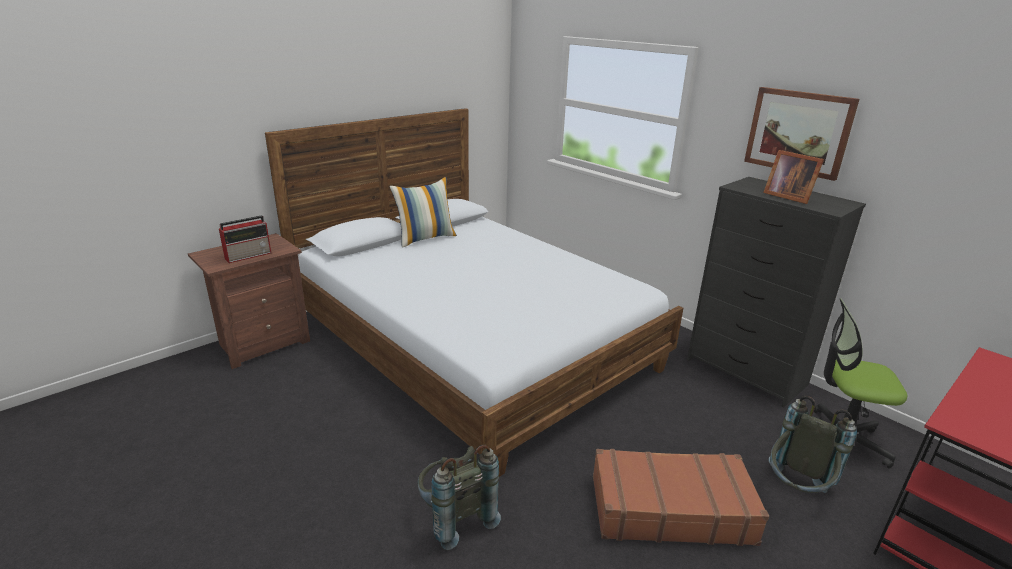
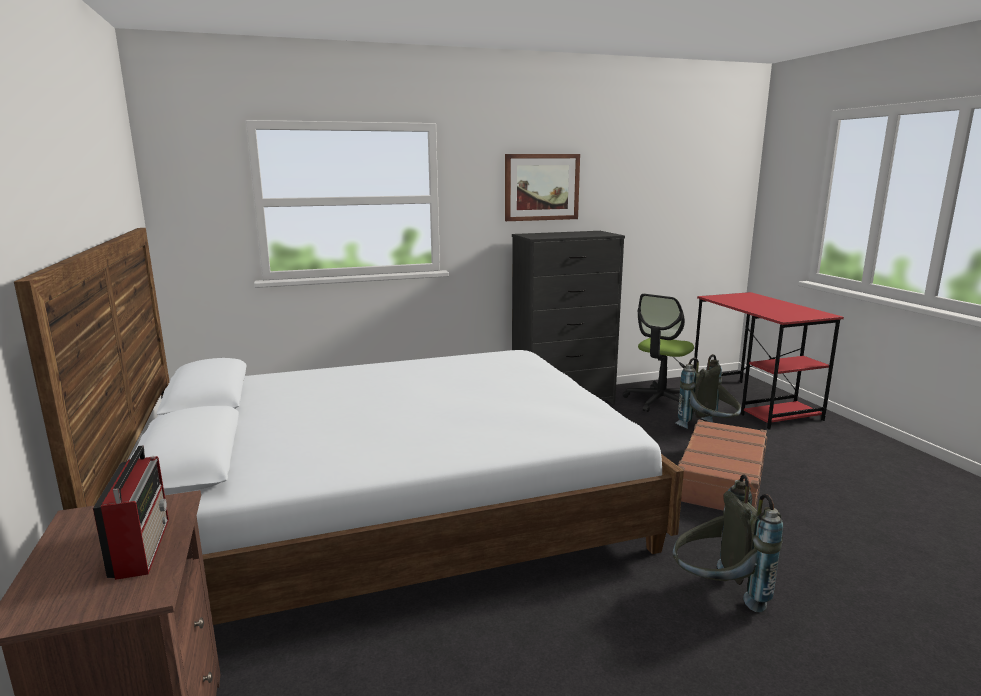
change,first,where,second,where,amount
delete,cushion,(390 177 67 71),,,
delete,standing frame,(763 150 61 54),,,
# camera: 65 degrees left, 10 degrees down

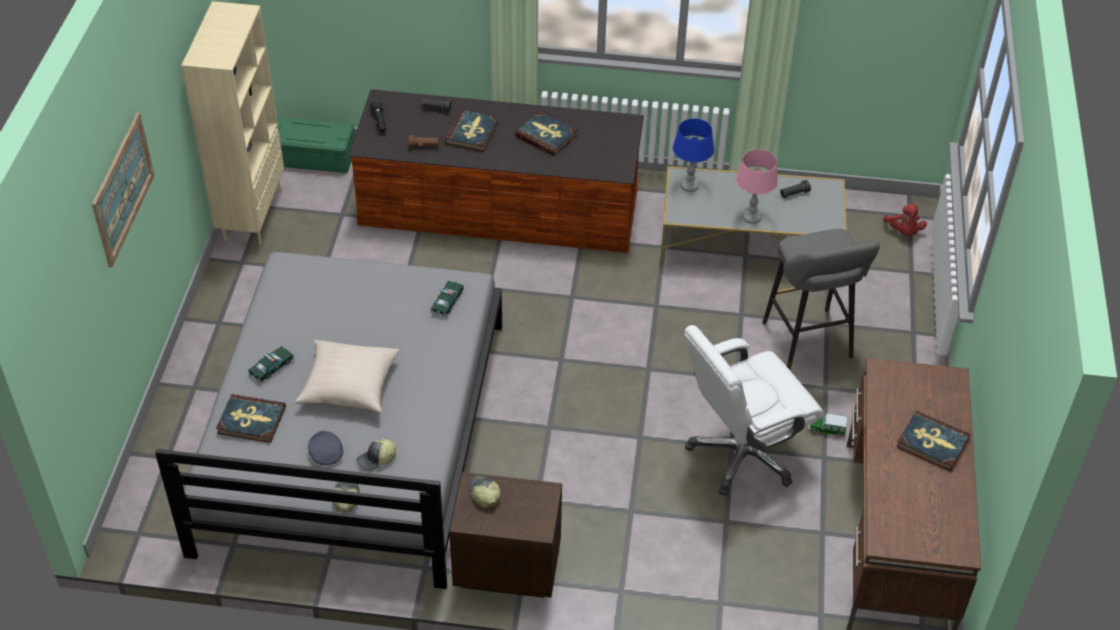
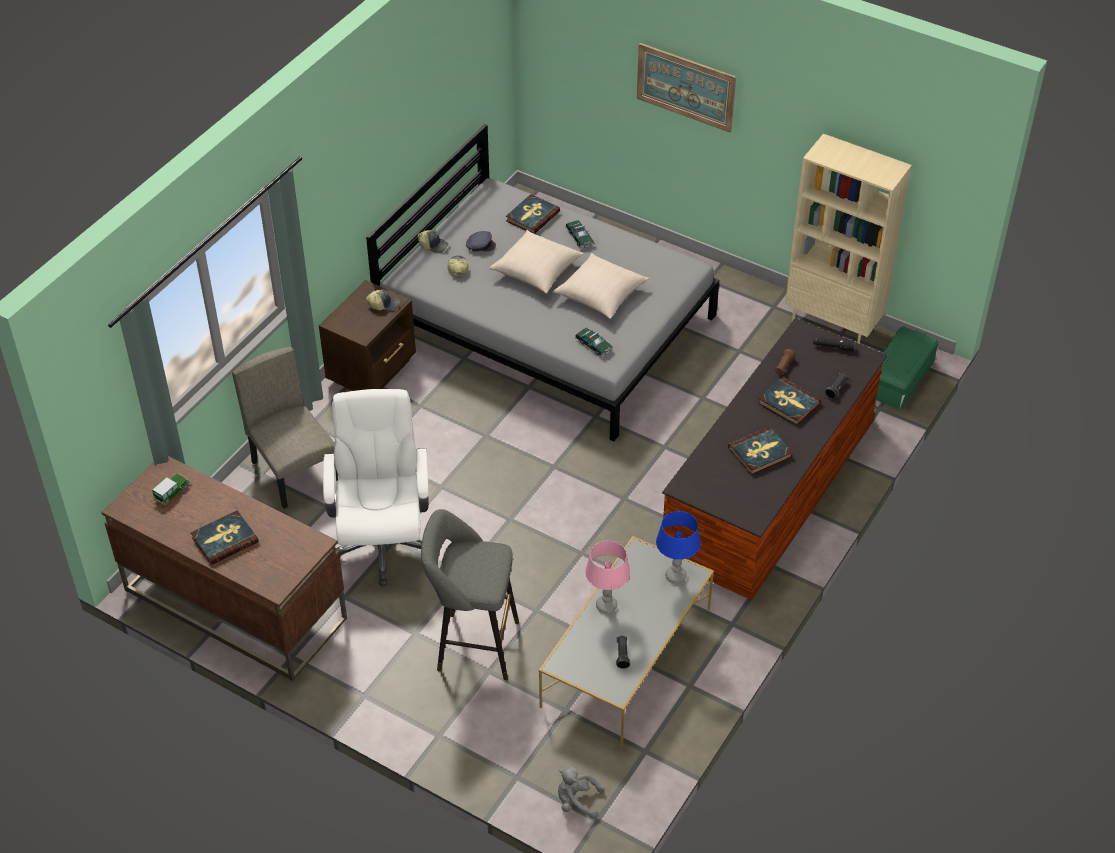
change,first,where,second,where,amount
move,model car,(807 413 40 24),,(152 474 38 31),
insert,,,plain chair (beige),(232 347 106 162),
insert,,,cushion (beige),(552 253 97 66),
recolor,plush toy (red-coloured),(883 203 44 33),plush toy (grey),(558 767 46 52),
# camera: 115 degrees right, 0 degrees up

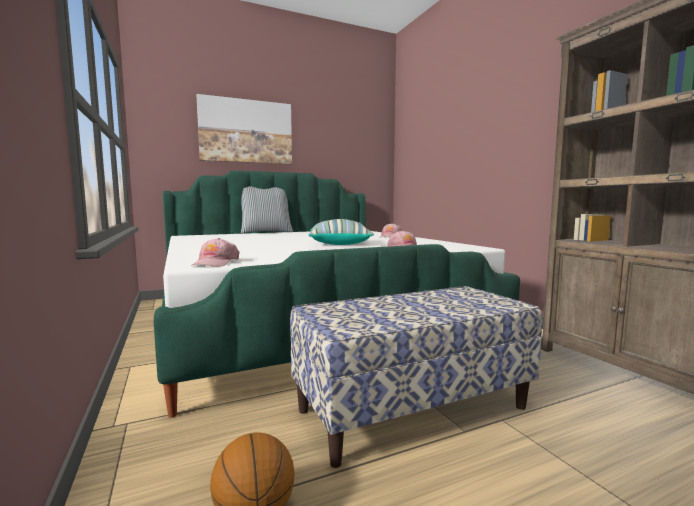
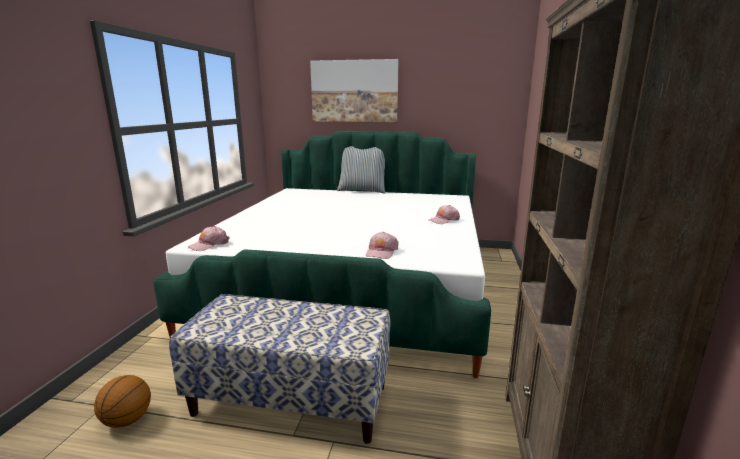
change,first,where,second,where,amount
delete,cushion,(308 219 66 26),,,
# camera: 35 degrees right, 10 degrees up

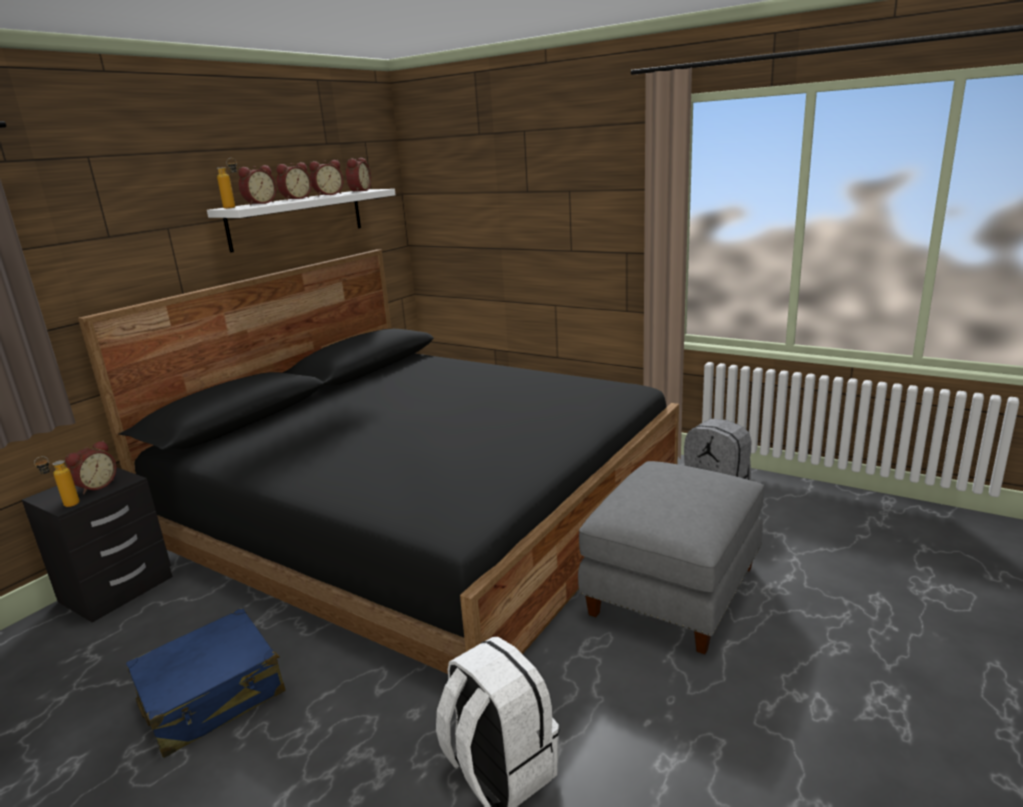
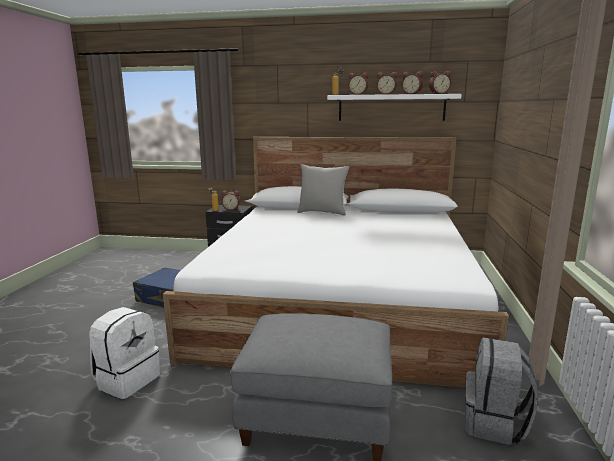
change,first,where,second,where,amount
recolor,bedroom bed (black),(78 249 601 425),bedroom bed (white),(163 137 346 251),
insert,,,cushion (grey),(297 164 52 52),
# camera: 65 degrees right, 5 degrees down

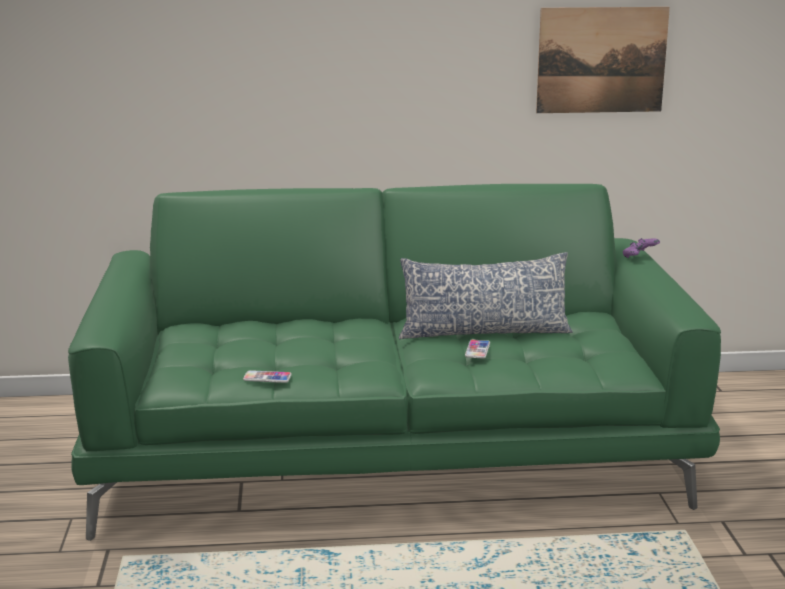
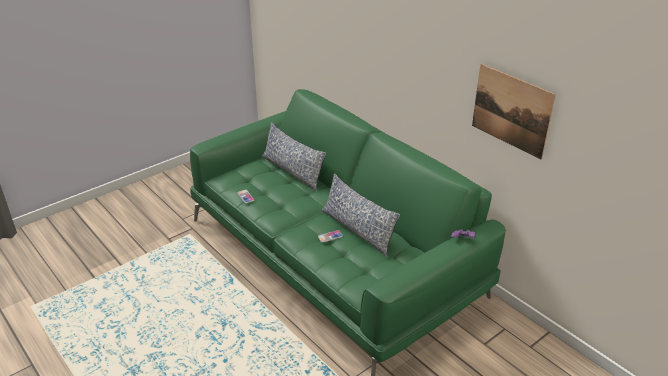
change,first,where,second,where,amount
insert,,,cushion,(261 122 65 70),
# camera: 55 degrees right, 15 degrees up

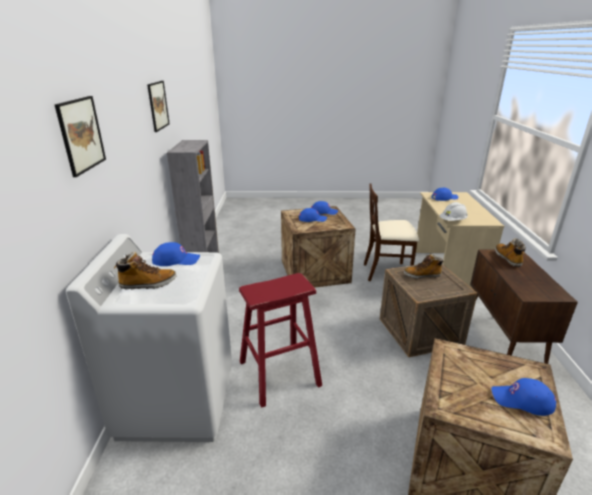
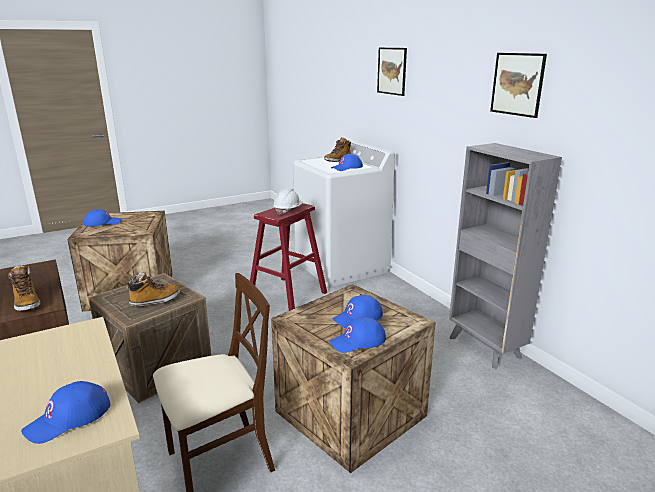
change,first,where,second,where,amount
move,safety helmet (white),(440 202 28 19),,(273 188 30 27),
# camera: 150 degrees right, 5 degrees down

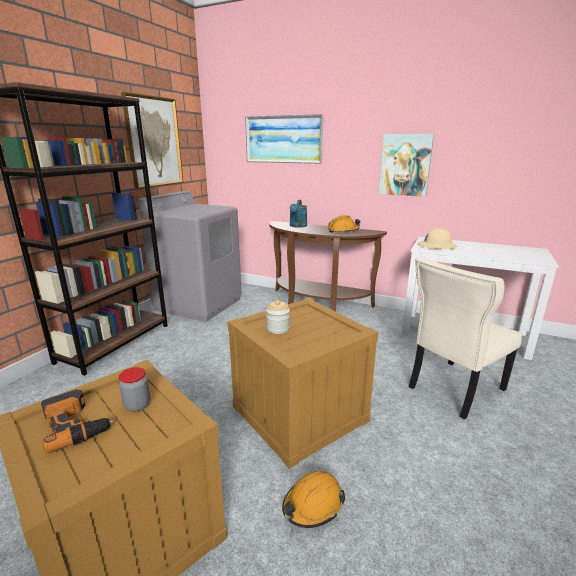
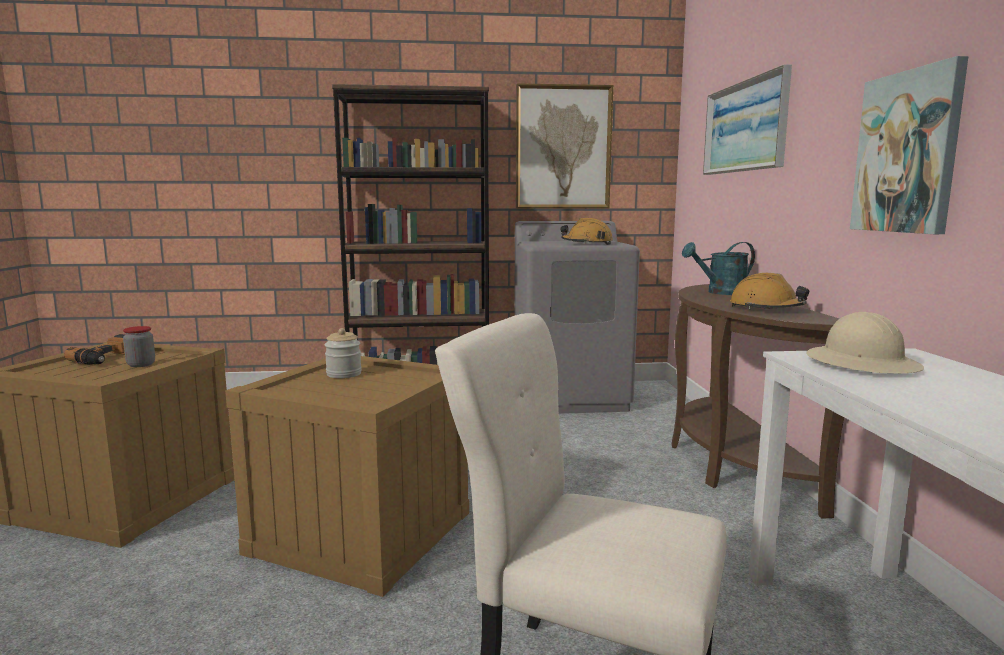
change,first,where,second,where,amount
move,safety helmet (orangey),(282 471 63 57),,(560 218 53 27),
# camera: 60 degrees right, 10 degrees down

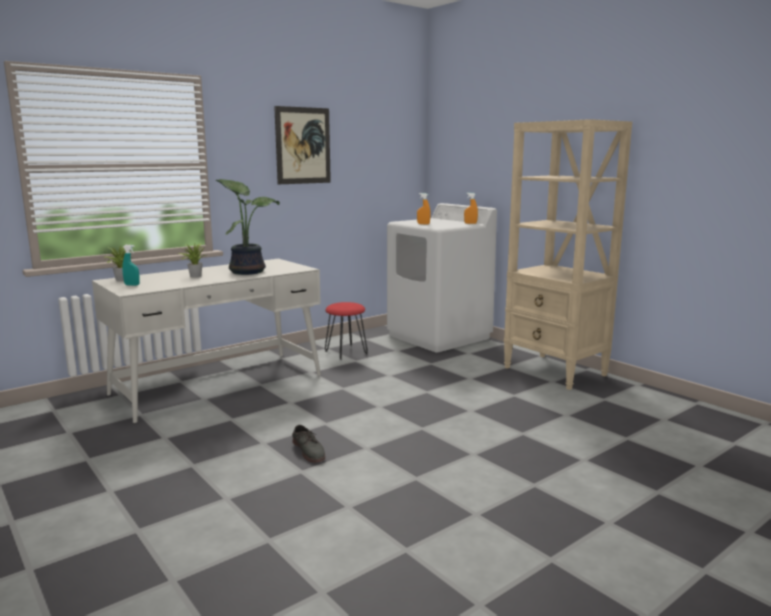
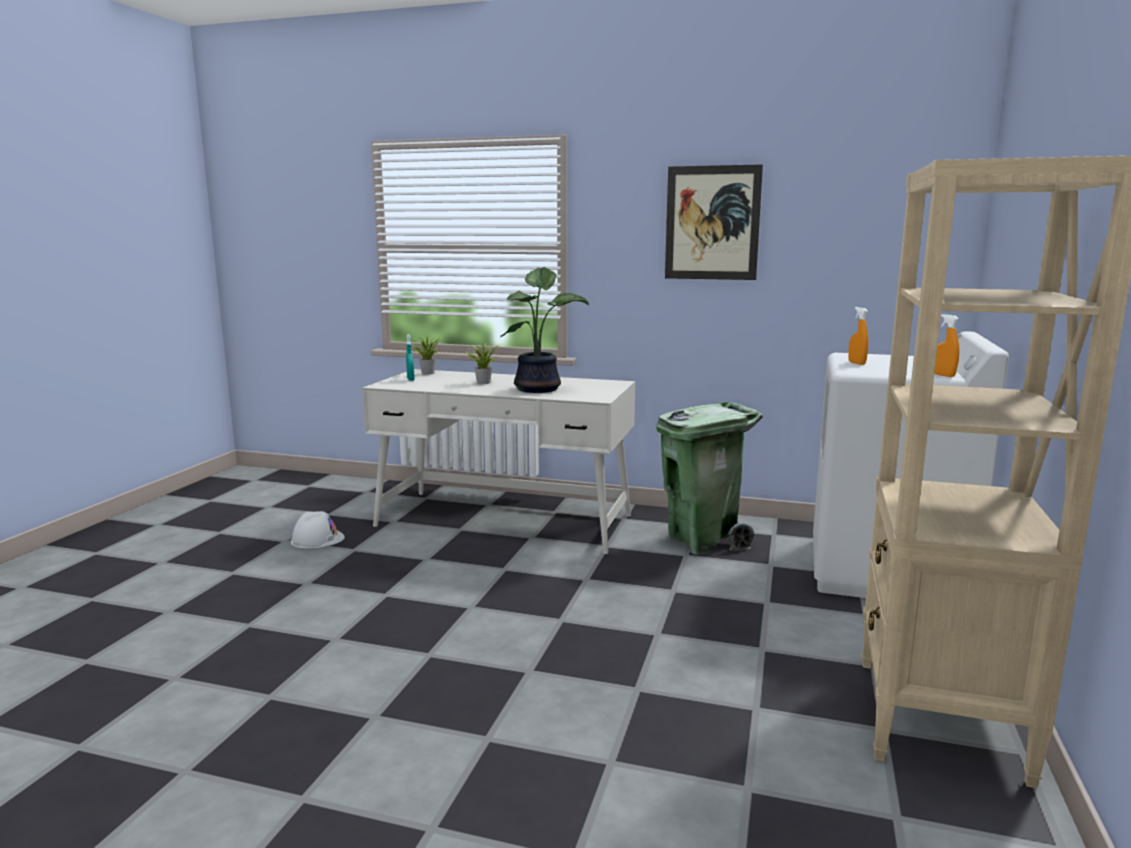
change,first,where,second,where,amount
insert,,,safety helmet (white),(291 511 54 37),
replace,stool (red-coloured),(325 302 43 58),trash can (green),(656 402 107 153),
delete,shoe (grey),(292 425 33 37),,,
# camera: 55 degrees right, 0 degrees up

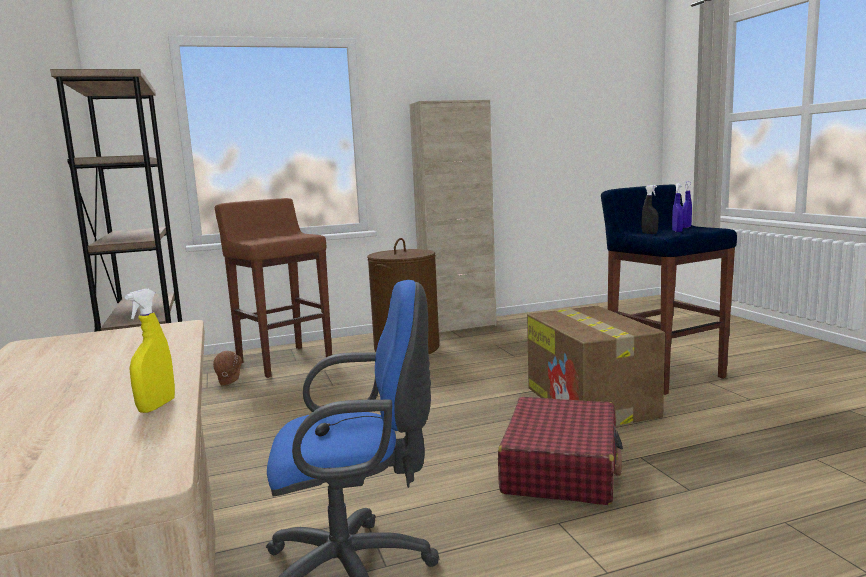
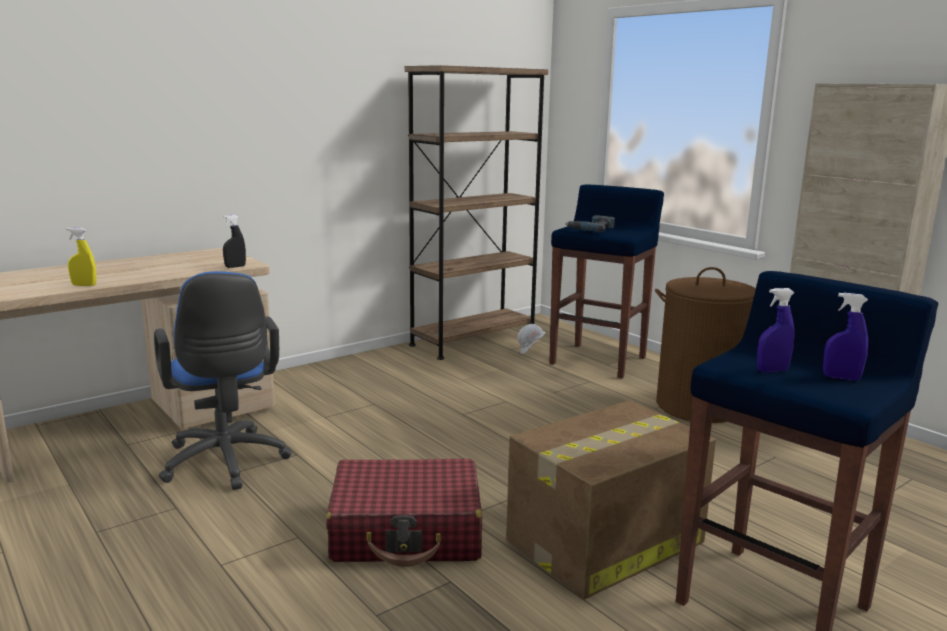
change,first,where,second,where,amount
move,hand sprayer (black),(641 185 18 49),,(223 215 23 53),
recolor,safety helmet (brownish),(213 351 29 34),safety helmet (white),(517 324 28 30),
recolor,stool (brownish),(215 198 117 180),stool (bluish),(549 184 115 194),
insert,,,power drill,(565 215 50 17),
# camera: 70 degrees right, 5 degrees up

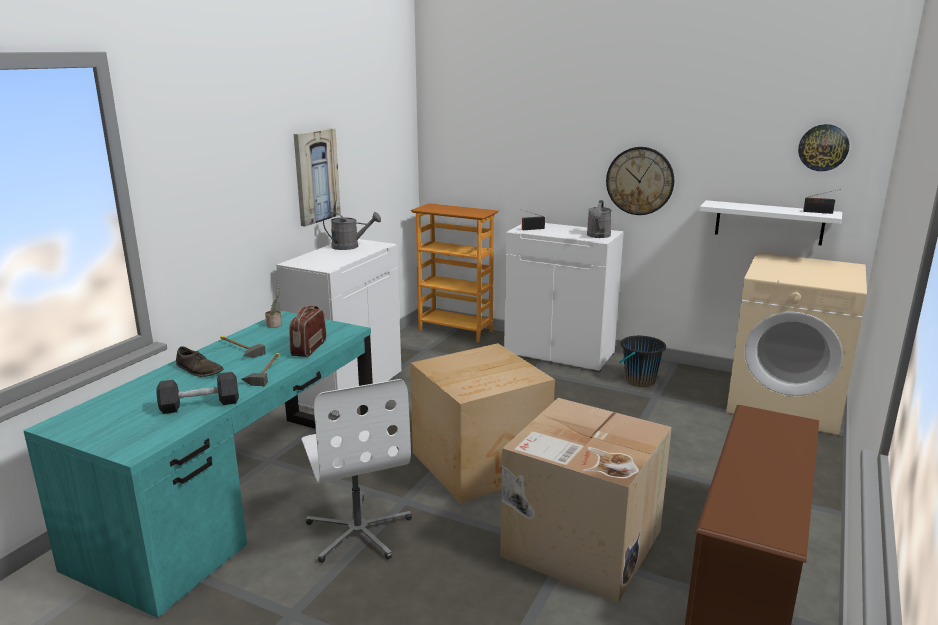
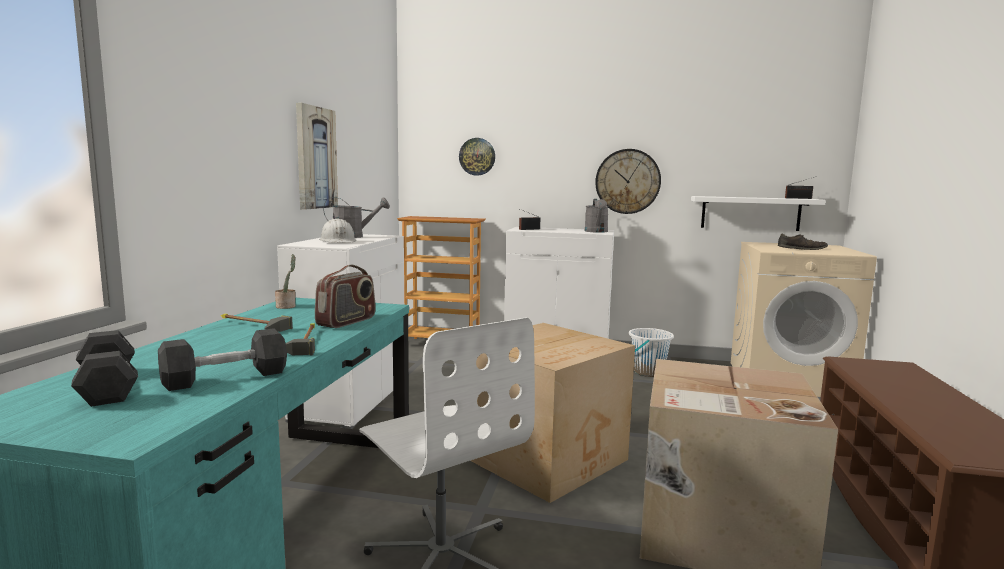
change,first,where,second,where,amount
insert,,,dumbbell (black),(71 330 67 77),
rotate,radio,(289 305 37 52),,(315 264 60 64),150 degrees counterclockwise
insert,,,safety helmet (white),(319 218 37 25),
move,clock on the wall,(798 124 51 47),,(459 138 36 38),
recolor,water bucket (black),(619 336 47 51),water bucket (white),(629 328 45 49),
move,shoe (brownish),(176 346 48 31),,(778 234 50 16),
# camera: 15 degrees left, 10 degrees down

